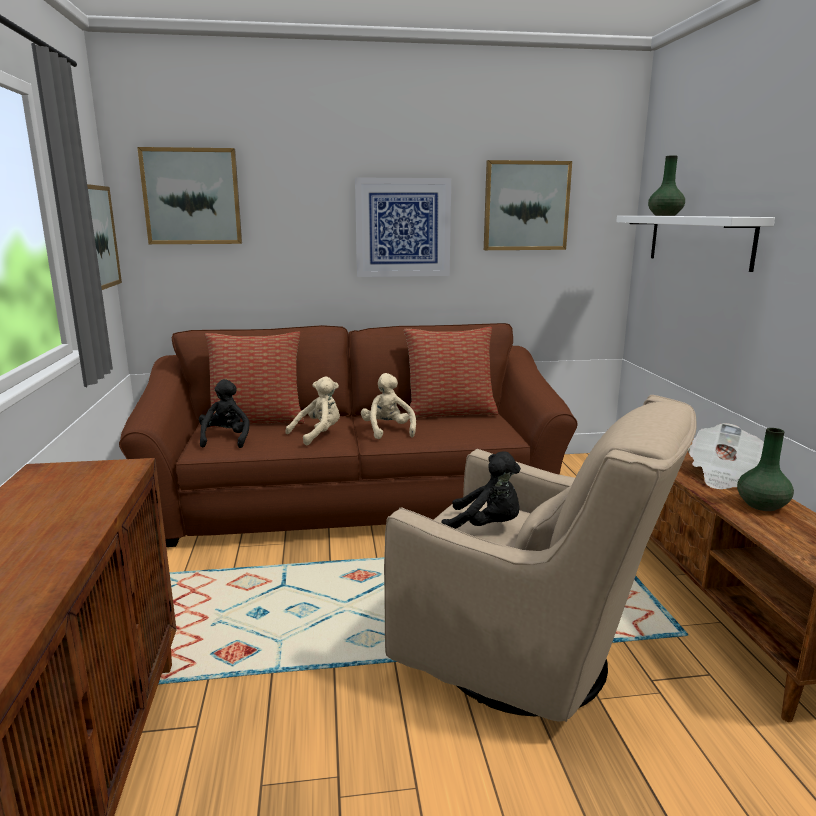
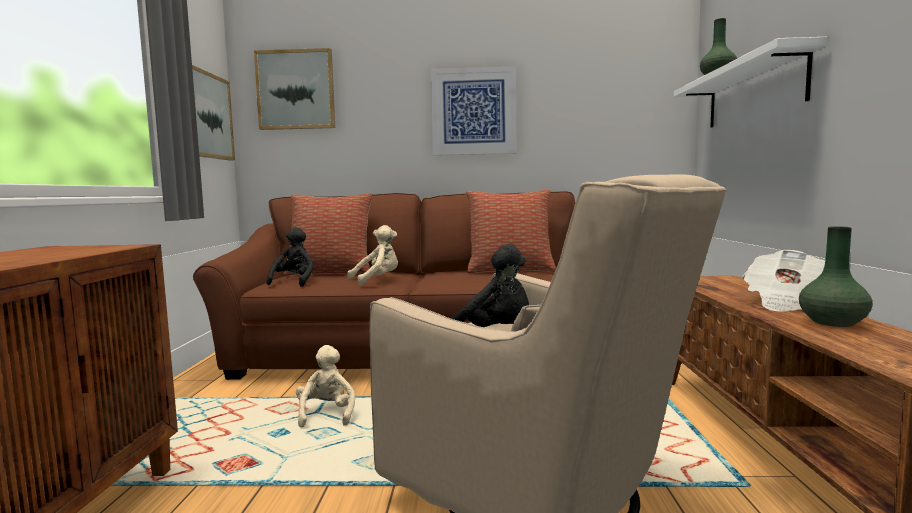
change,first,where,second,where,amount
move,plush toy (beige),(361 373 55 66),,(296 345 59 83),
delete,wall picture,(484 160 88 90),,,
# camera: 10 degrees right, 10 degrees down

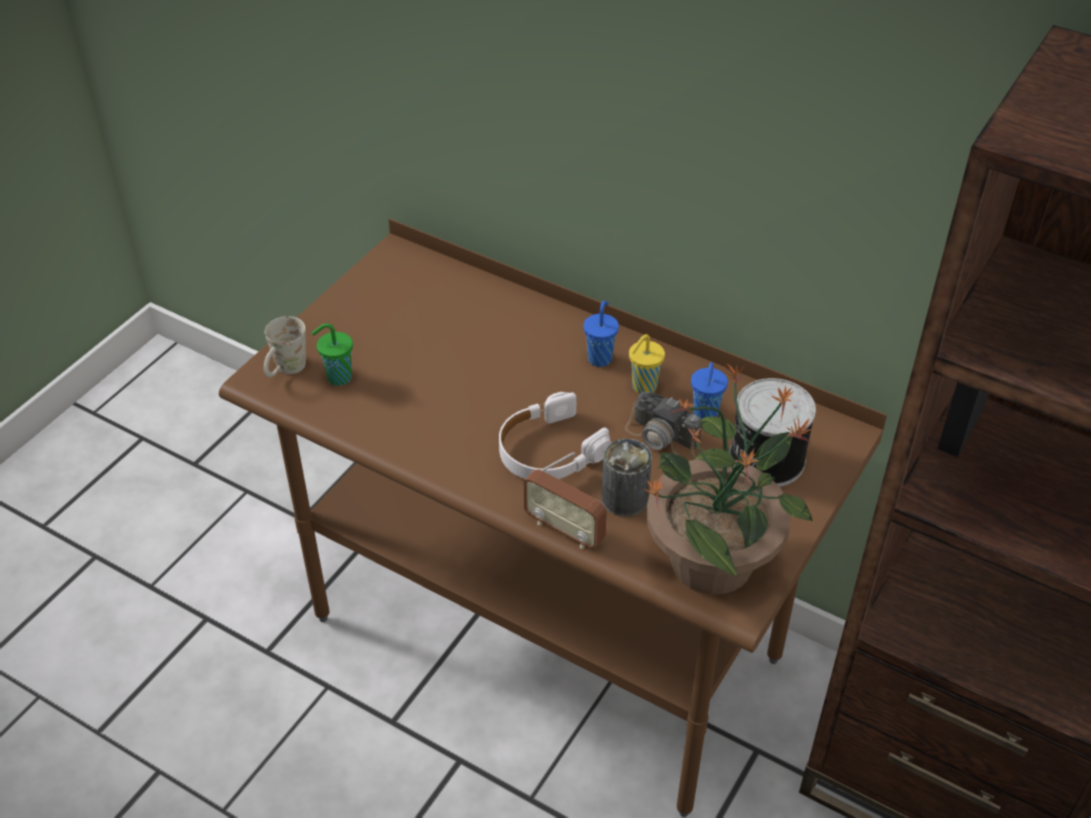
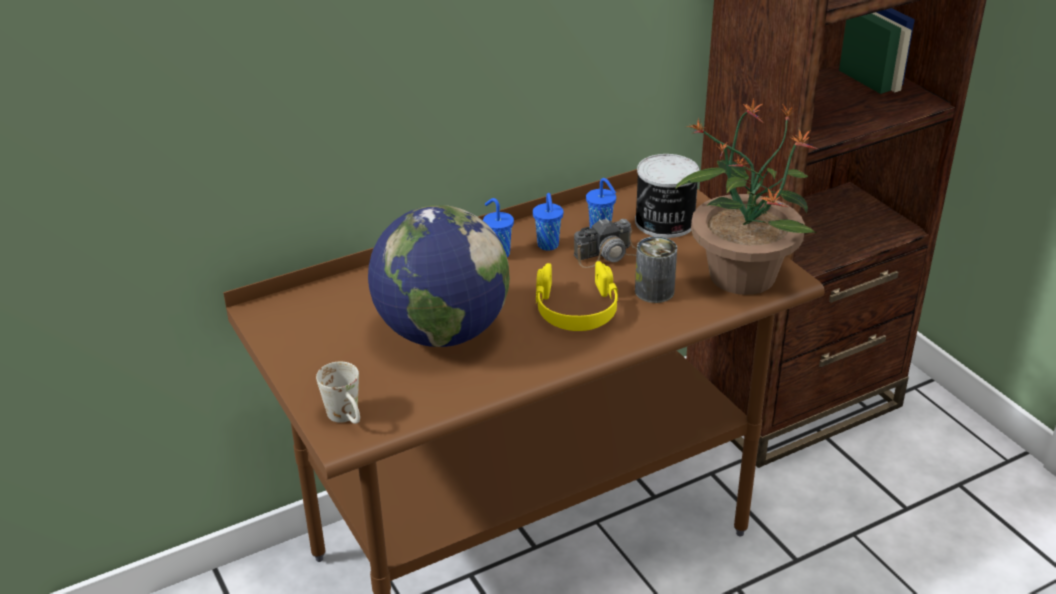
change,first,where,second,where,amount
insert,,,globe,(368 205 142 142),
recolor,small cup (yellow),(629 334 36 60),small cup (bluish),(533 193 30 57),
recolor,headset (white),(499 392 112 87),headset (yellow),(536 261 82 70),
delete,small cup (green),(312 323 41 63),,,
delete,radio,(523 452 84 97),,,
# camera: 60 degrees left, 10 degrees down

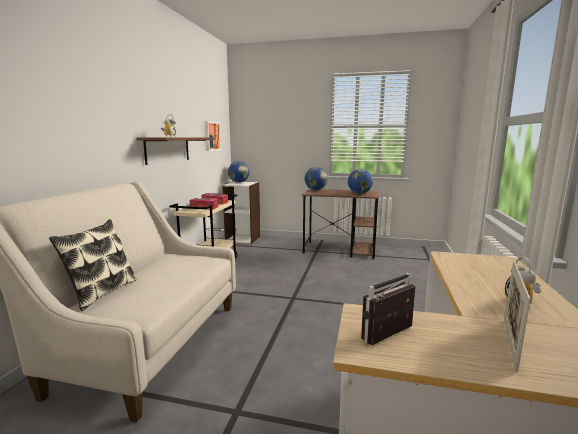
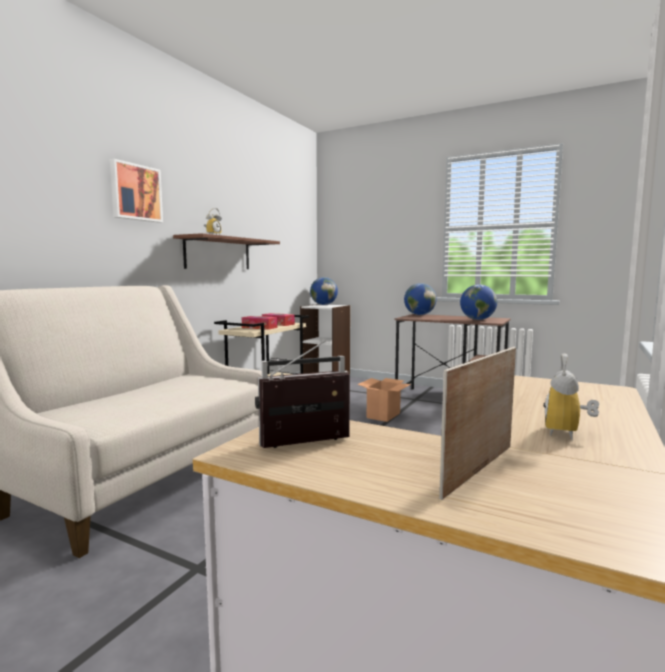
change,first,where,second,where,amount
move,wall picture,(204 121 17 30),,(110 159 53 64),
insert,,,carton,(357 378 54 44),
delete,cushion,(49 219 88 92),,,
# camera: 15 degrees right, 5 degrees down

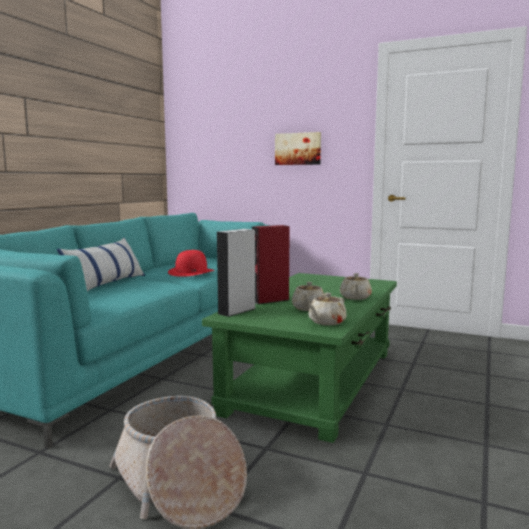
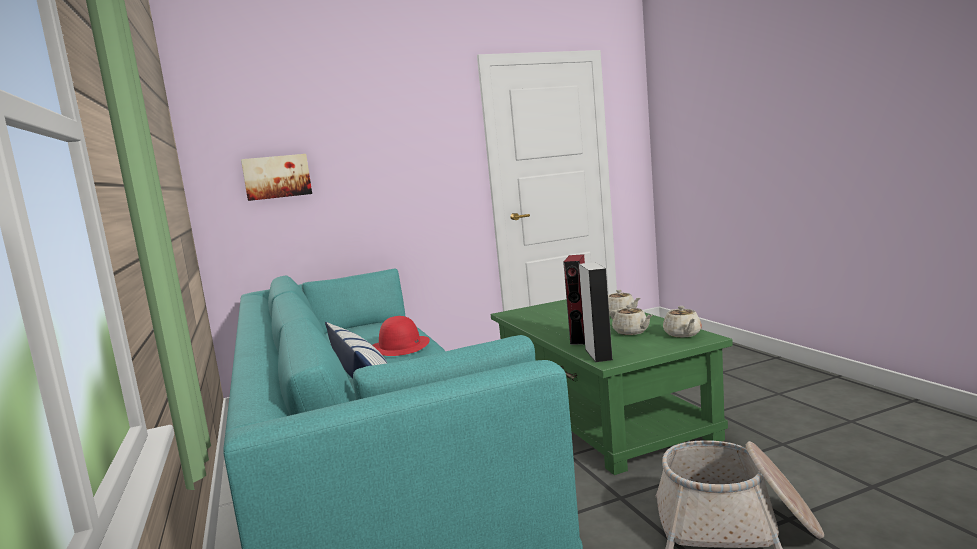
change,first,where,second,where,amount
move,wall picture,(275 132 46 33),,(241 154 71 47),
# camera: 45 degrees left, 0 degrees up

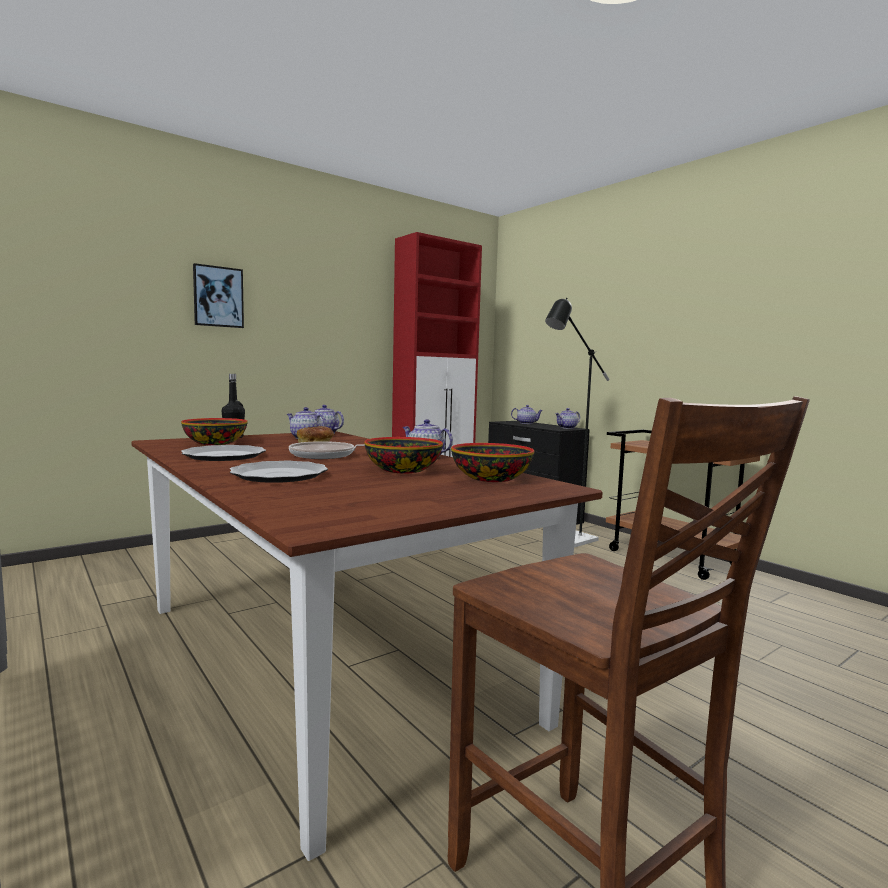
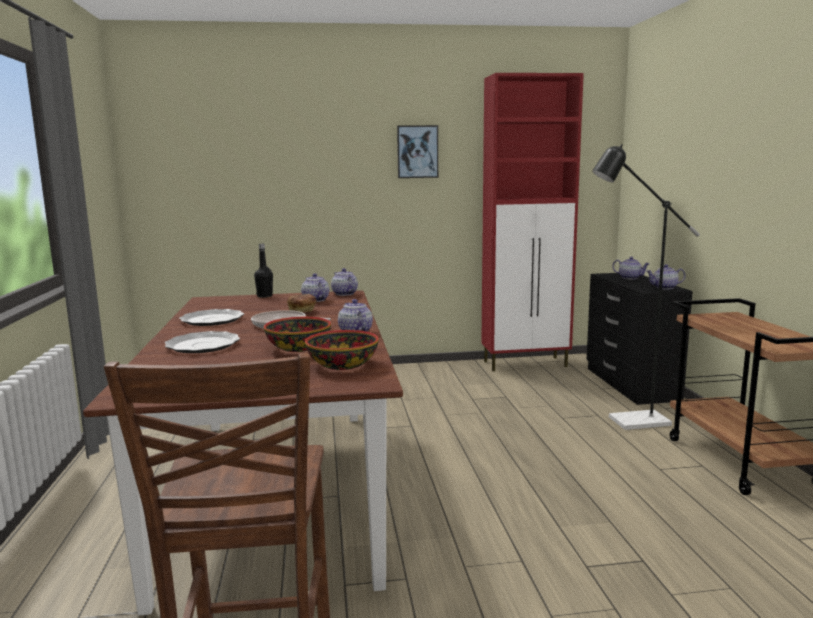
change,first,where,second,where,amount
move,wall picture,(193 263 51 65),,(397 125 41 53),
delete,deep dish,(181 418 67 27),,,
# camera: 30 degrees right, 5 degrees up

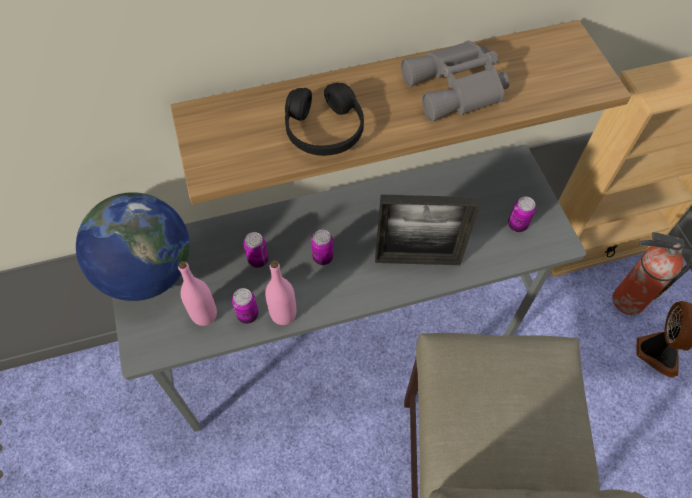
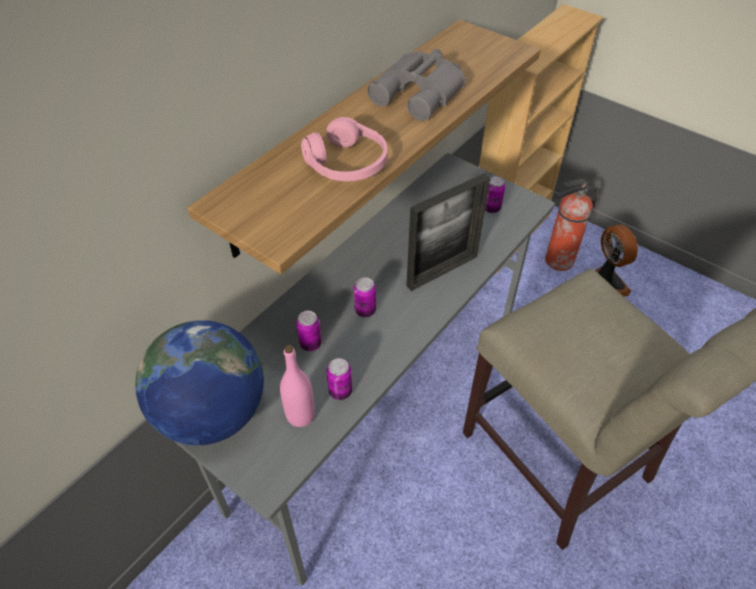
change,first,where,second,where,amount
recolor,headset (black),(285 83 79 73),headset (pink),(301 117 86 64),
delete,bottle (pink),(265 260 31 65),,,
# camera: 35 degrees left, 10 degrees down

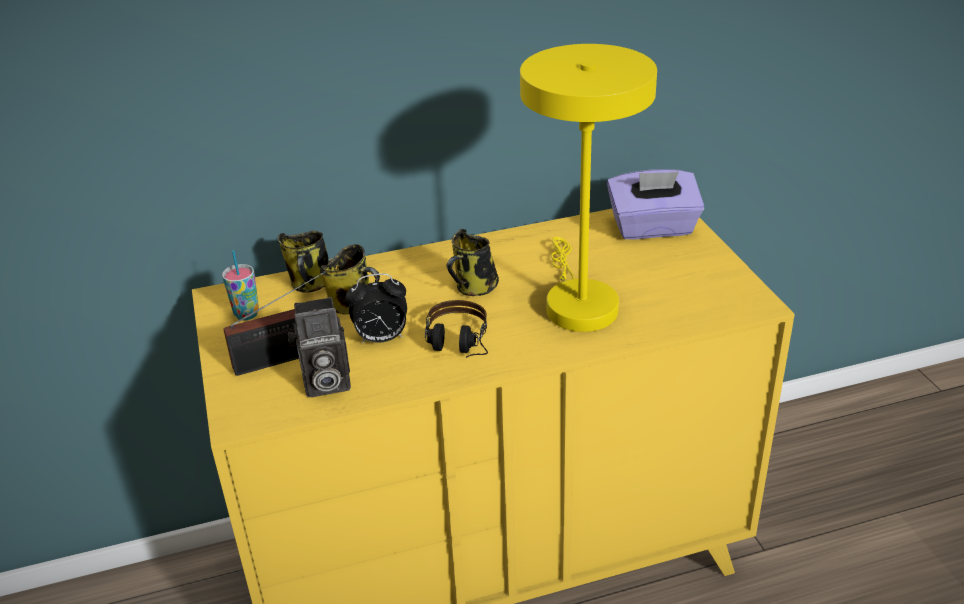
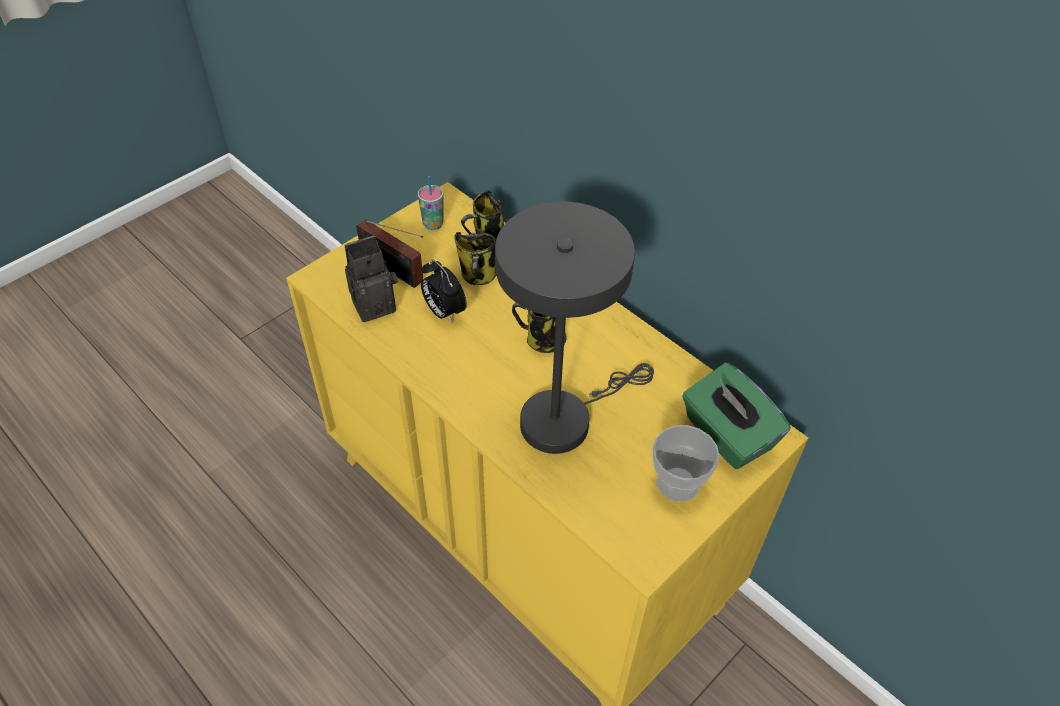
change,first,where,second,where,amount
rotate,still camera,(288 297 63 100),,(344 236 53 86),105 degrees clockwise
recolor,tabletop lamp (yellow),(520 44 137 288),tabletop lamp (grey),(495 201 159 253),
insert,,,small cup,(653 425 67 77),
recolor,box of tissues (purple-coloured),(607 169 98 70),box of tissues (green),(682 363 108 106),
delete,headset,(425 300 63 58),,,
# camera: 60 degrees right, 15 degrees up

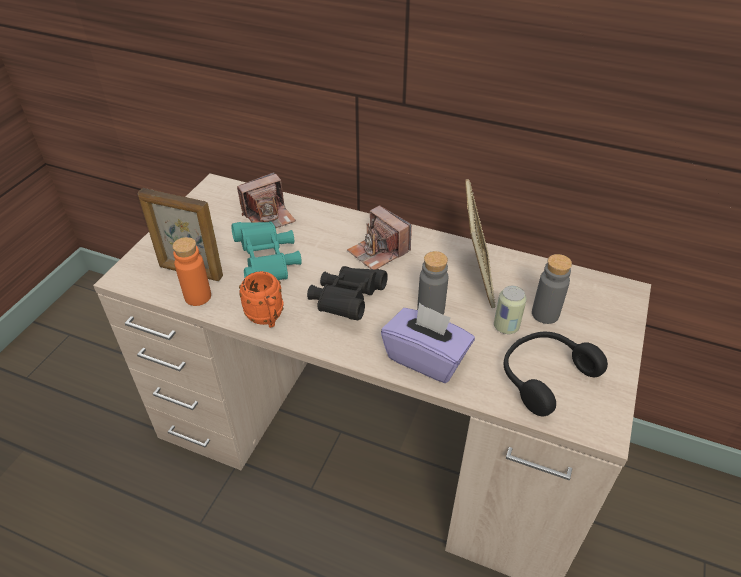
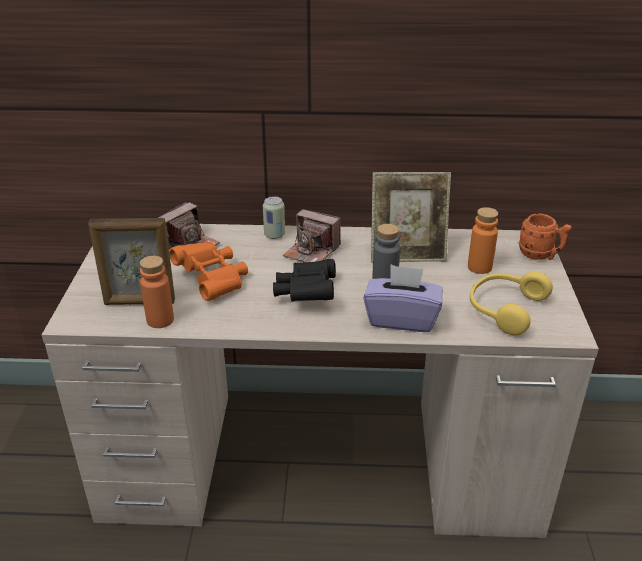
change,first,where,second,where,amount
recolor,field glasses (turquoise),(232 221 70 59),field glasses (orangey),(169 241 79 60),
move,metal can,(494 286 33 48),,(263 196 22 43),
rotate,standing frame,(465 179 31 129),,(371 172 80 91),105 degrees clockwise
recolor,bottle (grey),(532 254 40 70),bottle (orangey),(468 207 30 67),
recolor,headset (black),(503 332 105 84),headset (yellow),(470 271 83 64),
move,coffee mug (orangey),(239 271 45 57),,(519 213 52 47),
# camera: 20 degrees left, 10 degrees down

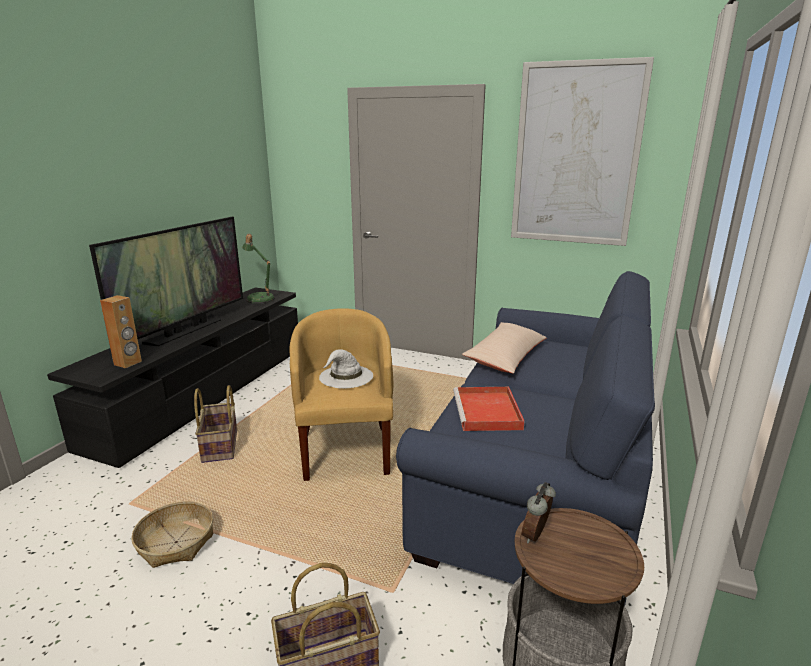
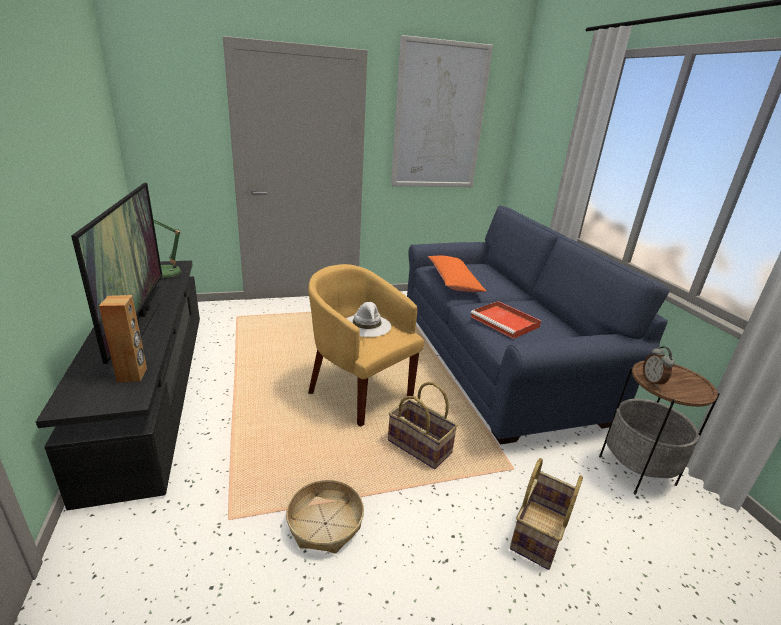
change,first,where,second,where,amount
move,household basket,(194 385 43 78),,(388 382 70 87),
recolor,cushion (beige),(462 322 85 52),cushion (orangey),(428 255 58 37),
# camera: 40 degrees left, 5 degrees up

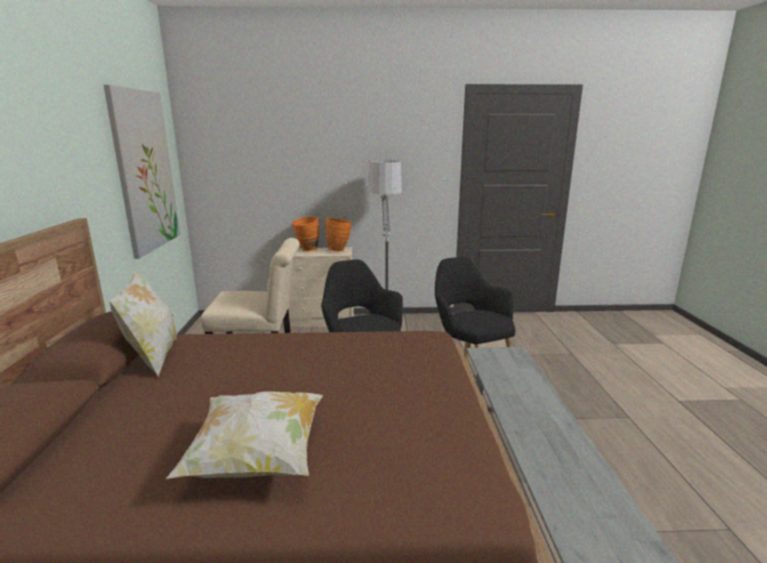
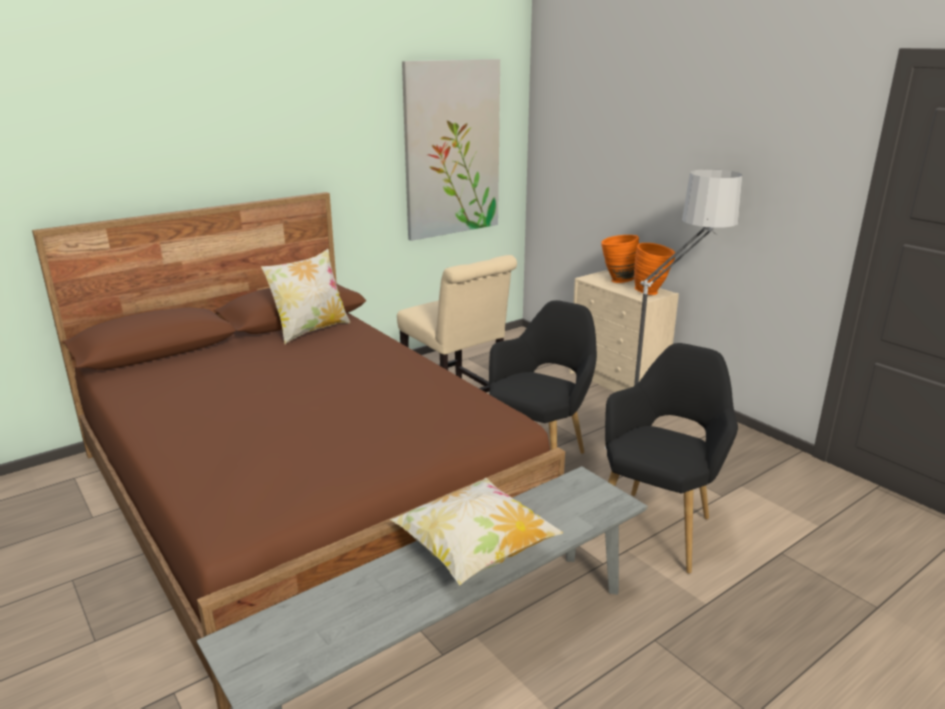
change,first,where,second,where,amount
move,cushion,(166 391 157 88),,(390 478 173 107),
# camera: 55 degrees right, 5 degrees up

